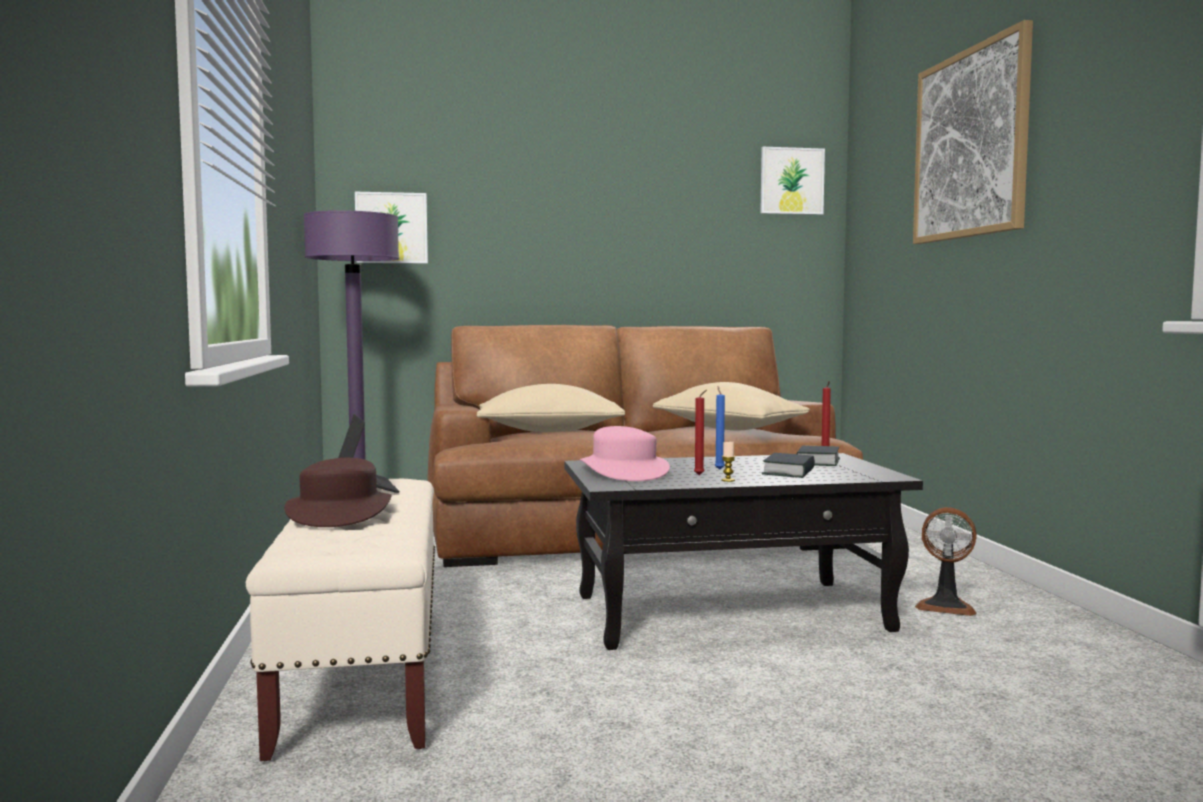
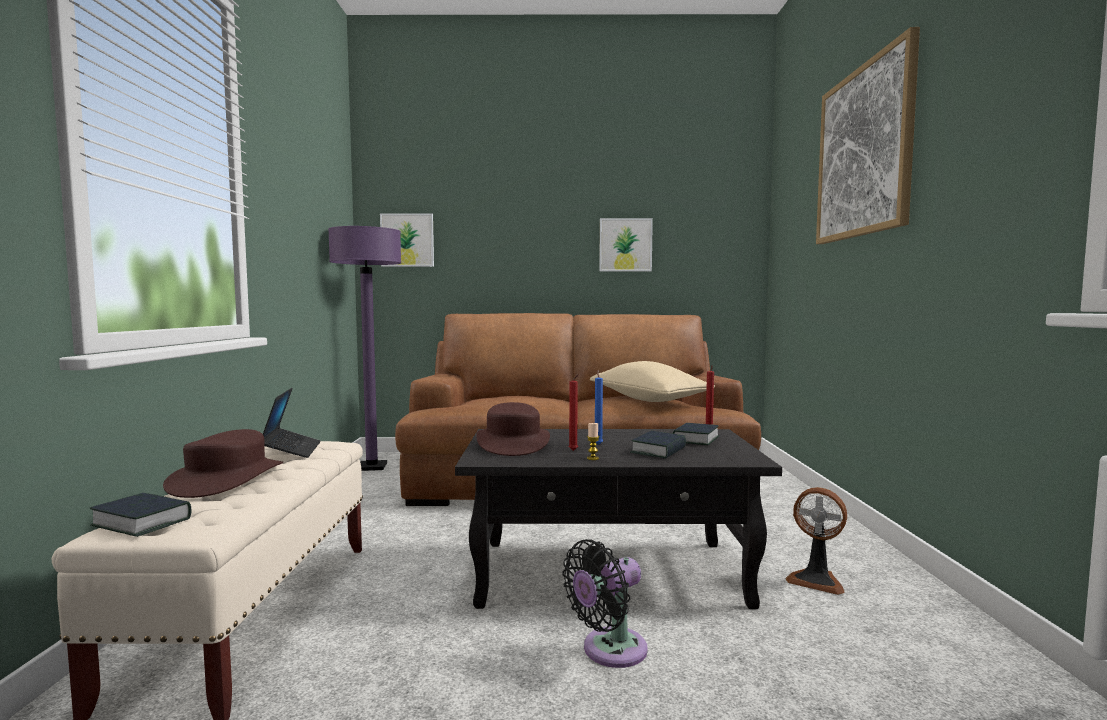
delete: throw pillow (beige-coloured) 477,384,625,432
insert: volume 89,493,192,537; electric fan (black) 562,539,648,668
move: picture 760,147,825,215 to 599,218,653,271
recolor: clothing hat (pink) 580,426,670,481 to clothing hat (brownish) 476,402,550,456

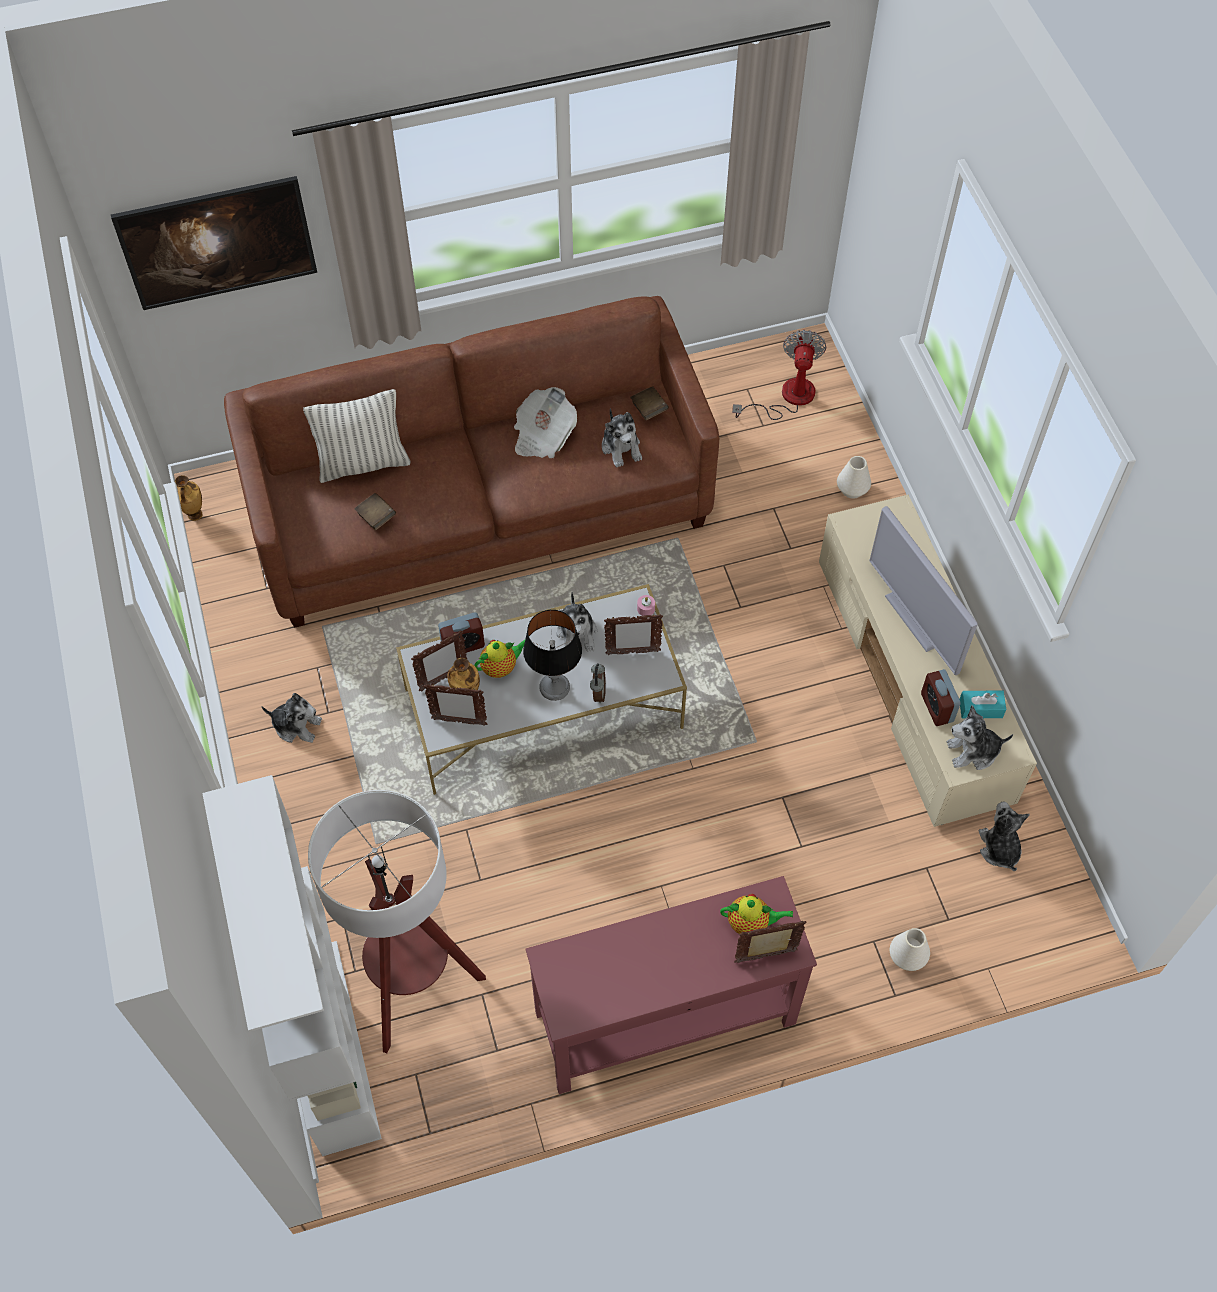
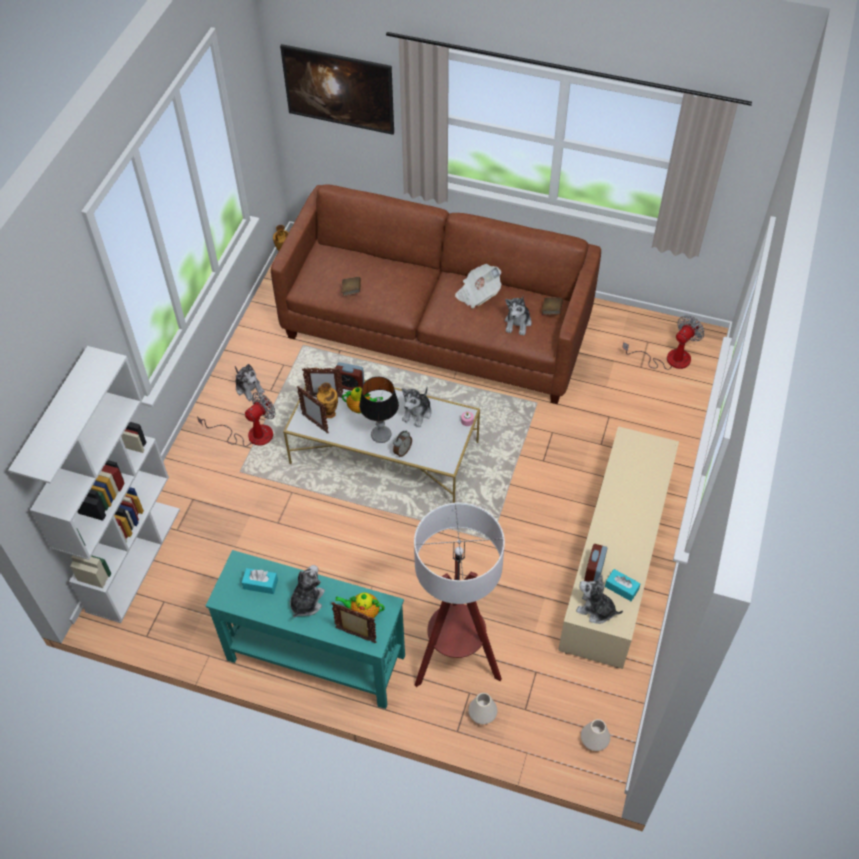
delete: throw pillow 303,389,411,483; photo frame 604,614,663,655; TV 869,506,978,675
insert: electric fan 197,392,276,447; tissue holder (blue-green) 241,568,278,594
move: soft toy 979,801,1030,871 to 290,565,325,618; floor lamp 308,790,486,1053 to 414,502,505,687; decorative vase (white) 837,456,871,499 to 581,719,610,751
recolor: console table (red-coloured) 526,876,817,1094 to console table (blue-green) 206,550,405,709
rotate: pot for tea 720,894,793,934 = 335,593,385,619 150 degrees clockwise

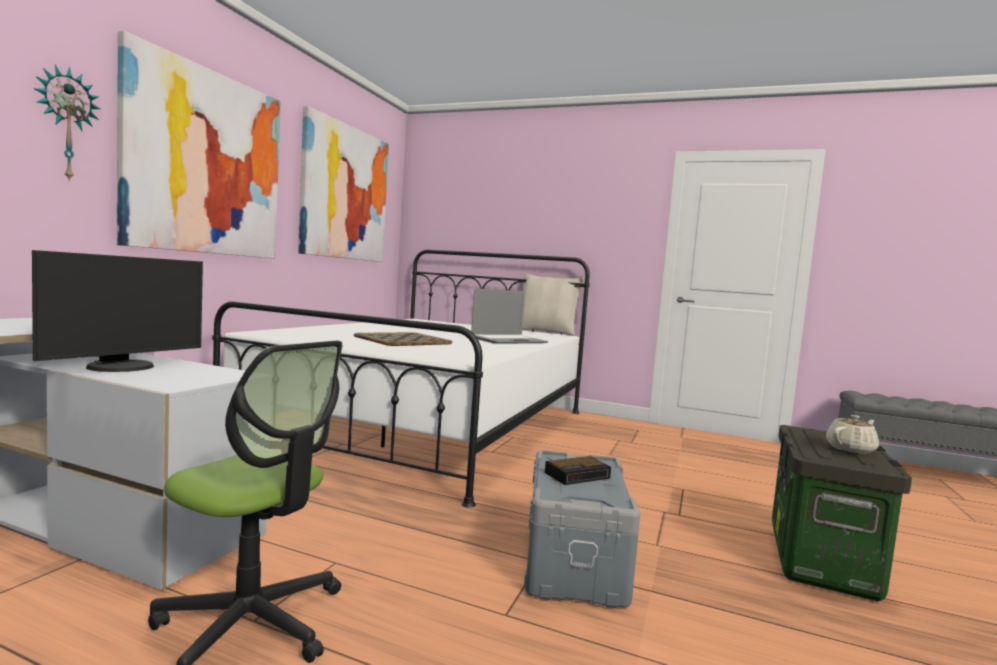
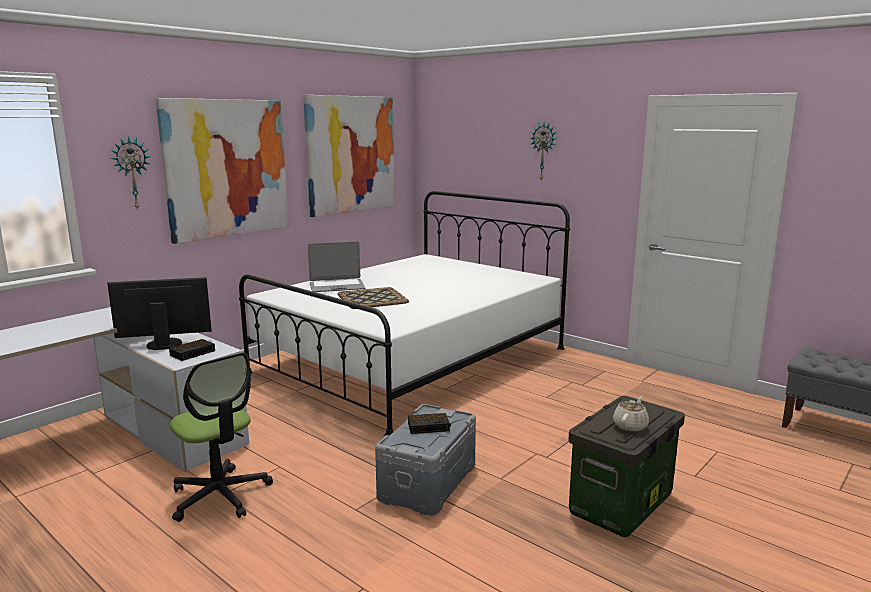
delete: throw pillow (beige-coloured) 522,273,584,336
insert: table clock 169,339,215,361; wall clock 530,123,557,181
move: notebook computer 471,288,548,343 to 308,242,365,292
rotate: computer display 32,250,203,372 = 107,277,212,350 150 degrees counterclockwise; pot for tea (beige-coloured) 826,415,879,454 = 613,396,649,432 45 degrees counterclockwise

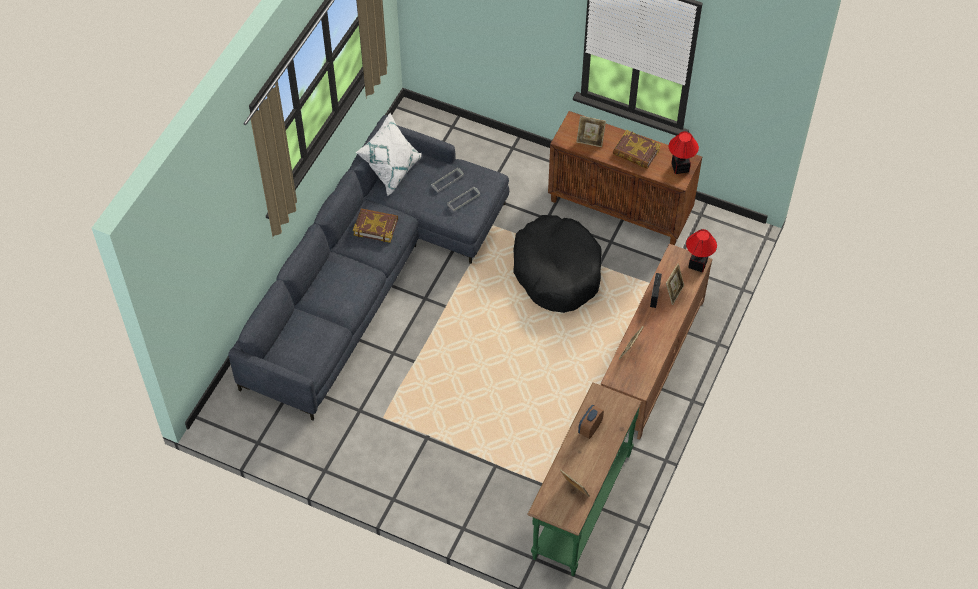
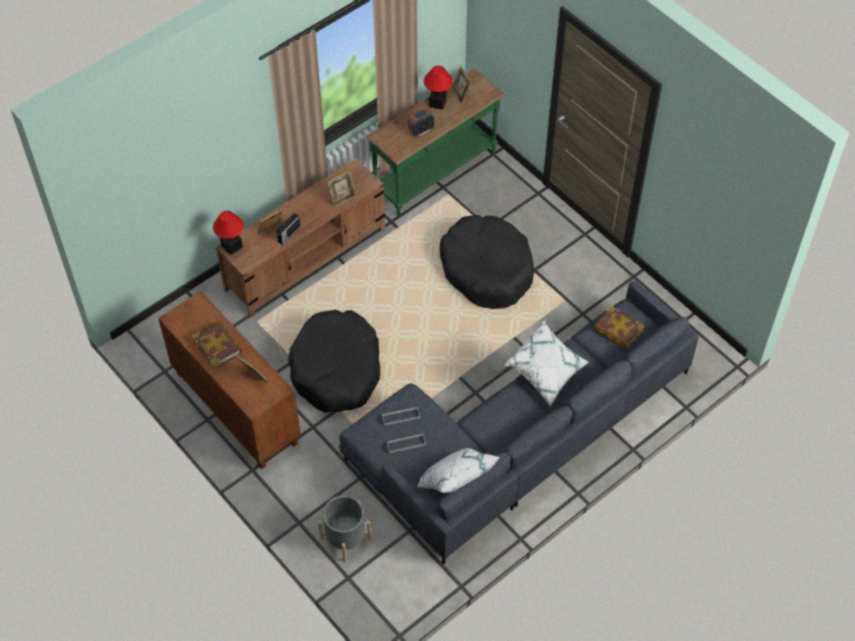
insert: flower pot (gray) 318,495,371,562; dog cushion (black) 440,215,534,309; throw pillow (white) 503,320,589,406
move: tabletop lamp 669,131,699,174 to 424,65,453,110; volume 353,208,398,243 to 593,305,644,350

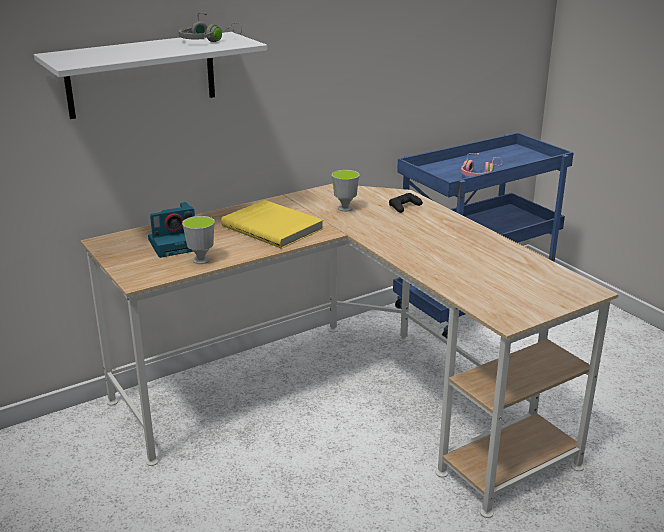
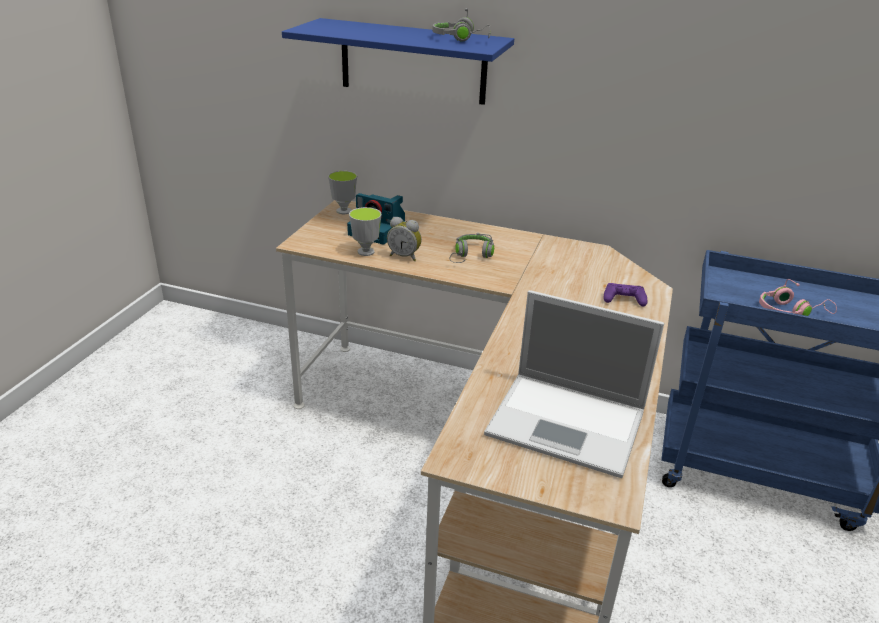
insert: table clock 387,217,422,261; notebook computer 484,290,664,478
move: drinking cup 332,170,360,212 to 328,171,357,214
replace: volume (yellow-coloured) 221,200,323,249 to headset (gray) 449,233,494,263
recolor: bracket shelf (white) 34,32,267,119 to bracket shelf (blue-coloured) 282,18,514,105; gamepad (black) 389,193,423,213 to gamepad (purple) 603,283,647,306

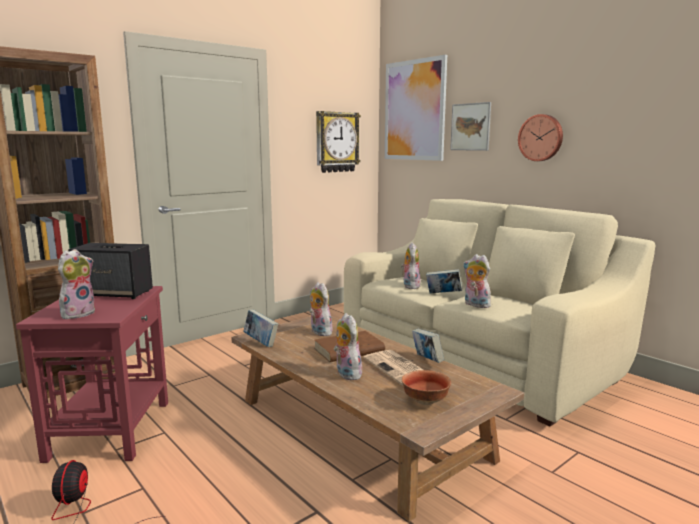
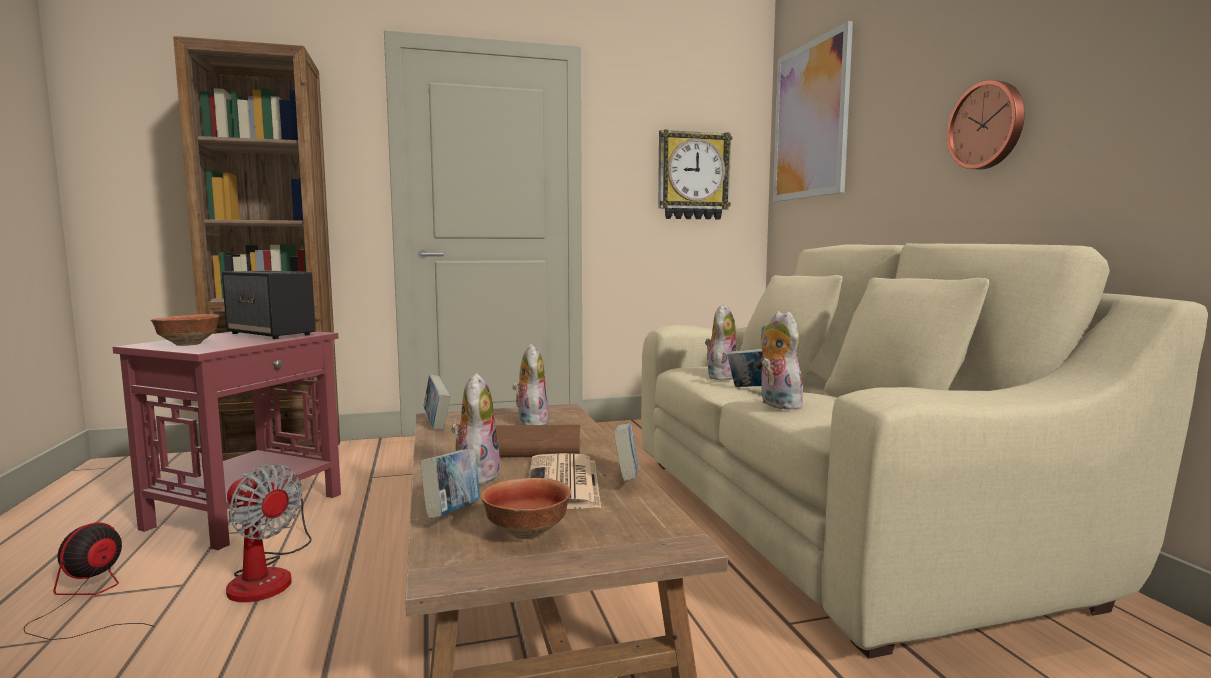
delete: picture 450,102,491,151
insert: electric fan 226,464,312,602; volume 420,449,480,519
replace: soft toy 58,249,95,319 to bowl 151,314,219,346

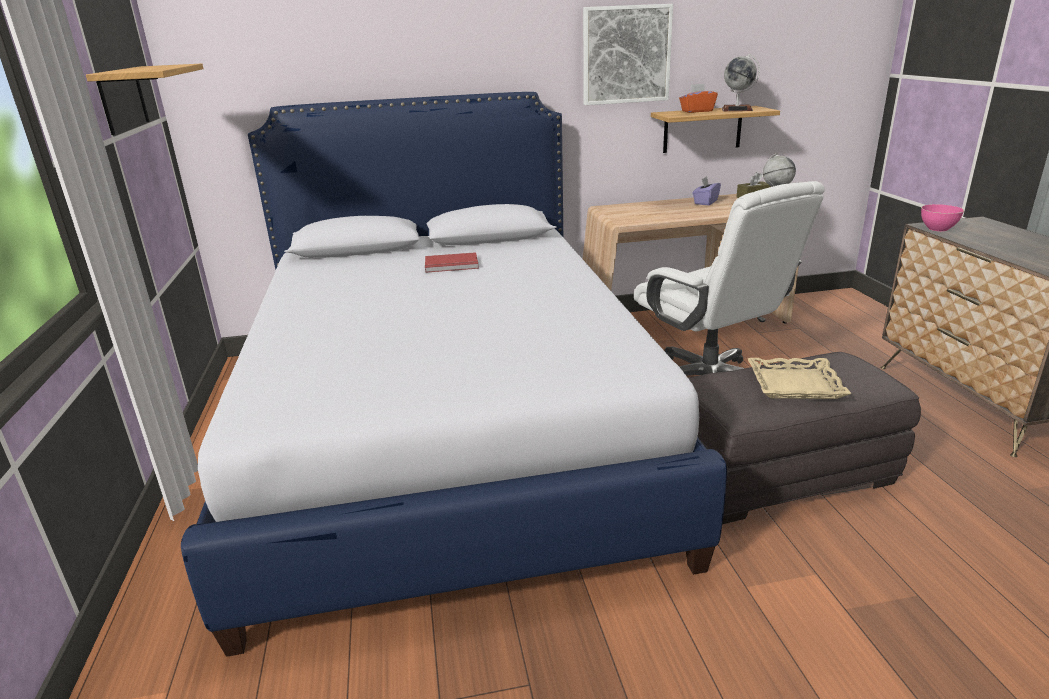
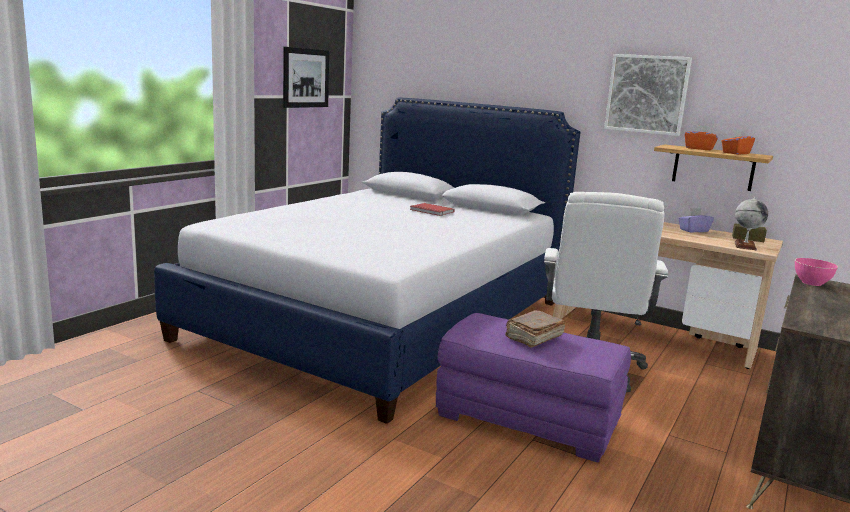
replace: bracket shelf 86,64,203,135 to picture 283,47,329,108; serving tray (beige-coloured) 748,358,851,399 to volume (brownish) 505,310,565,348; world globe 722,54,760,111 to tissue holder (orange) 721,129,755,155
recolor: ottoman (gray) 688,352,921,524 to ottoman (purple) 435,313,631,463

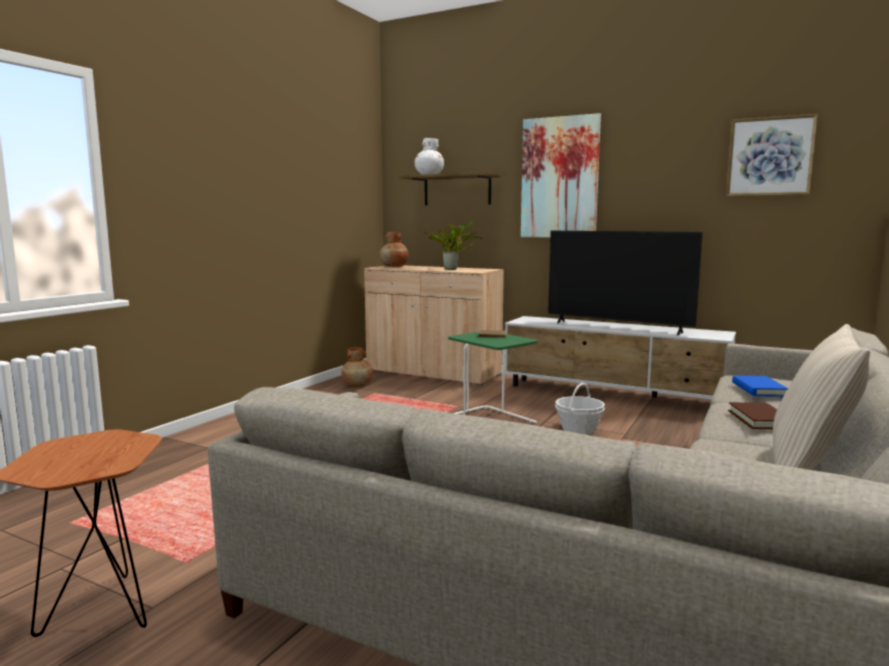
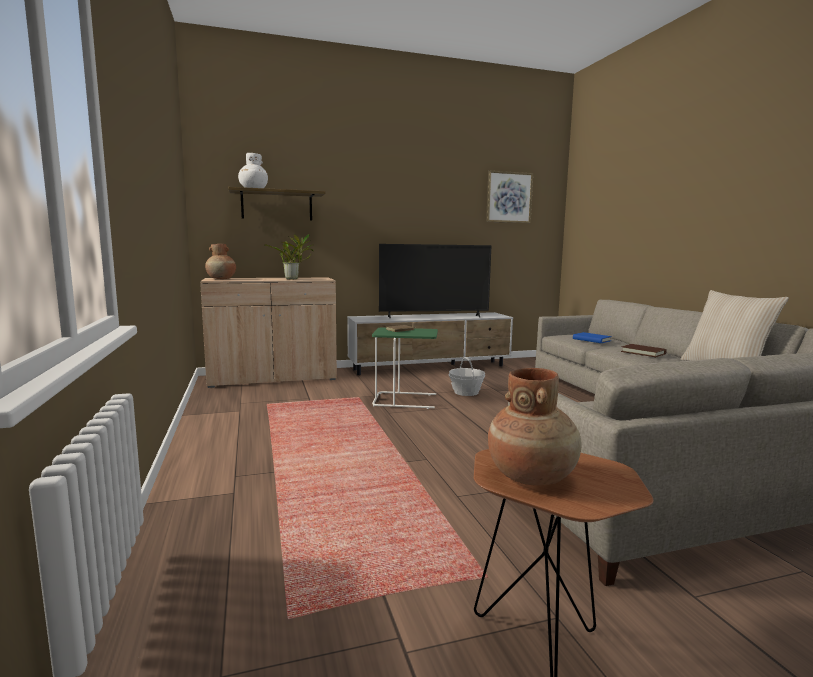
delete: picture 521,113,601,237
move: decorative vase (brownish) 341,347,373,386 to 488,368,582,486

